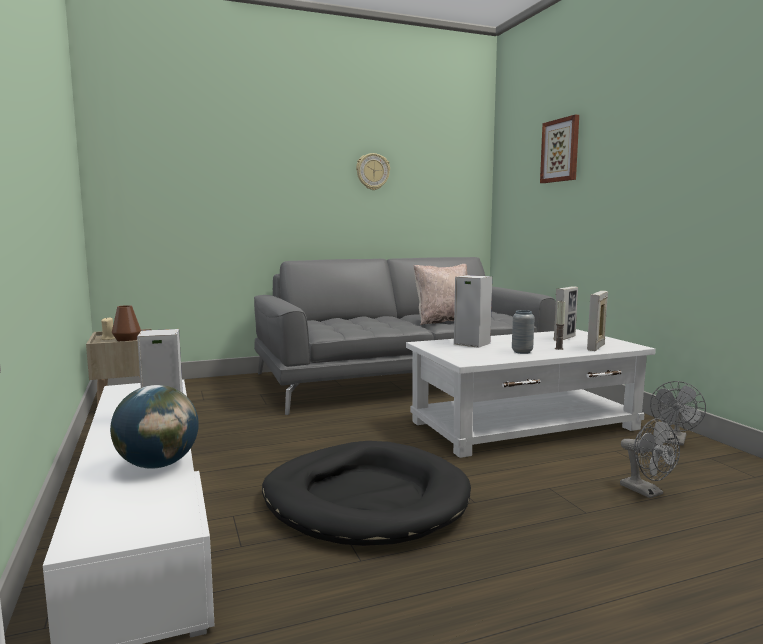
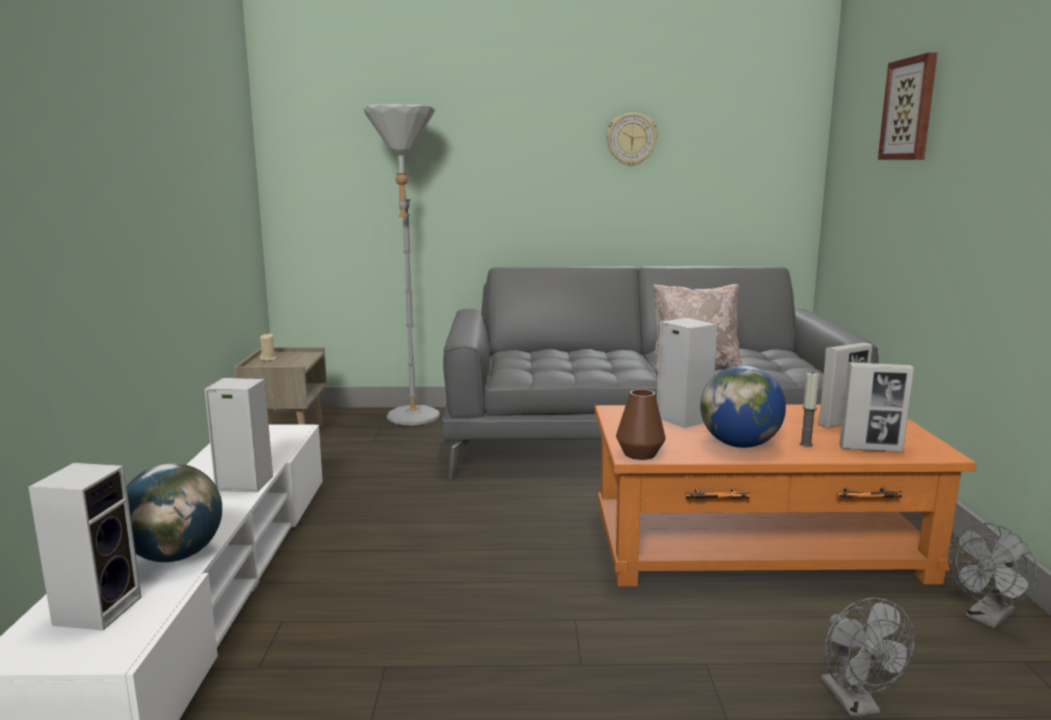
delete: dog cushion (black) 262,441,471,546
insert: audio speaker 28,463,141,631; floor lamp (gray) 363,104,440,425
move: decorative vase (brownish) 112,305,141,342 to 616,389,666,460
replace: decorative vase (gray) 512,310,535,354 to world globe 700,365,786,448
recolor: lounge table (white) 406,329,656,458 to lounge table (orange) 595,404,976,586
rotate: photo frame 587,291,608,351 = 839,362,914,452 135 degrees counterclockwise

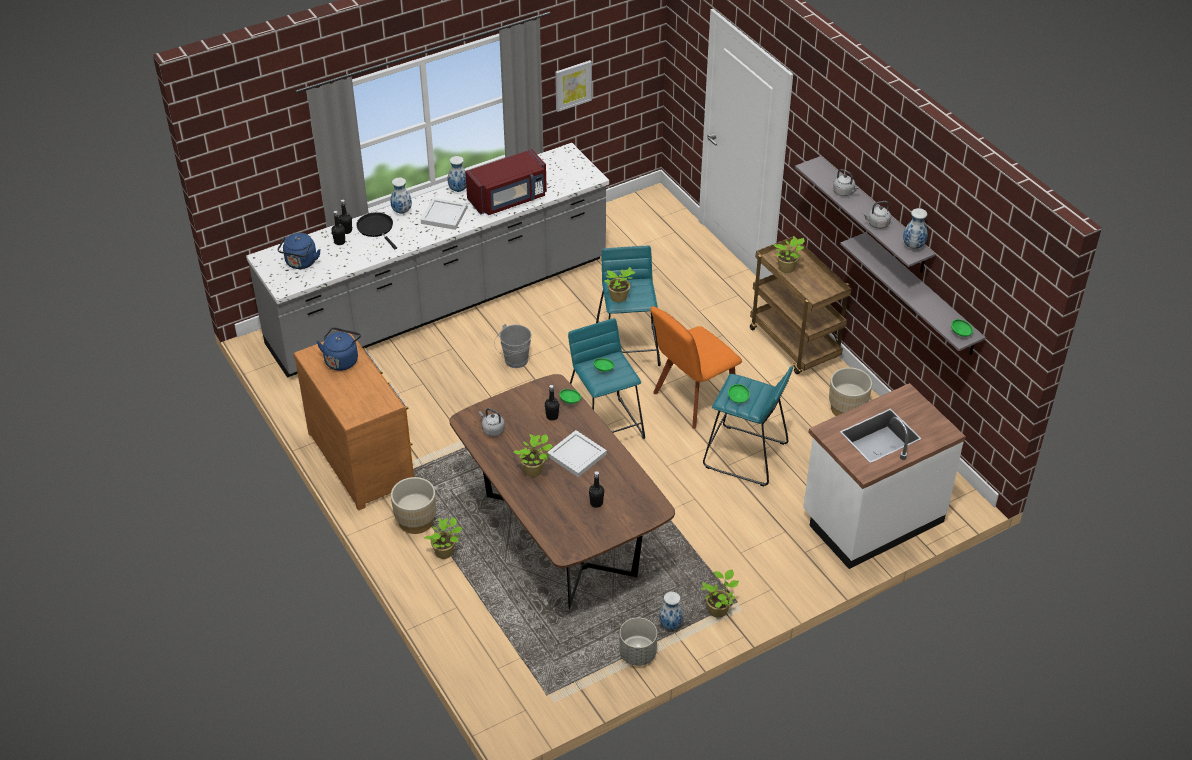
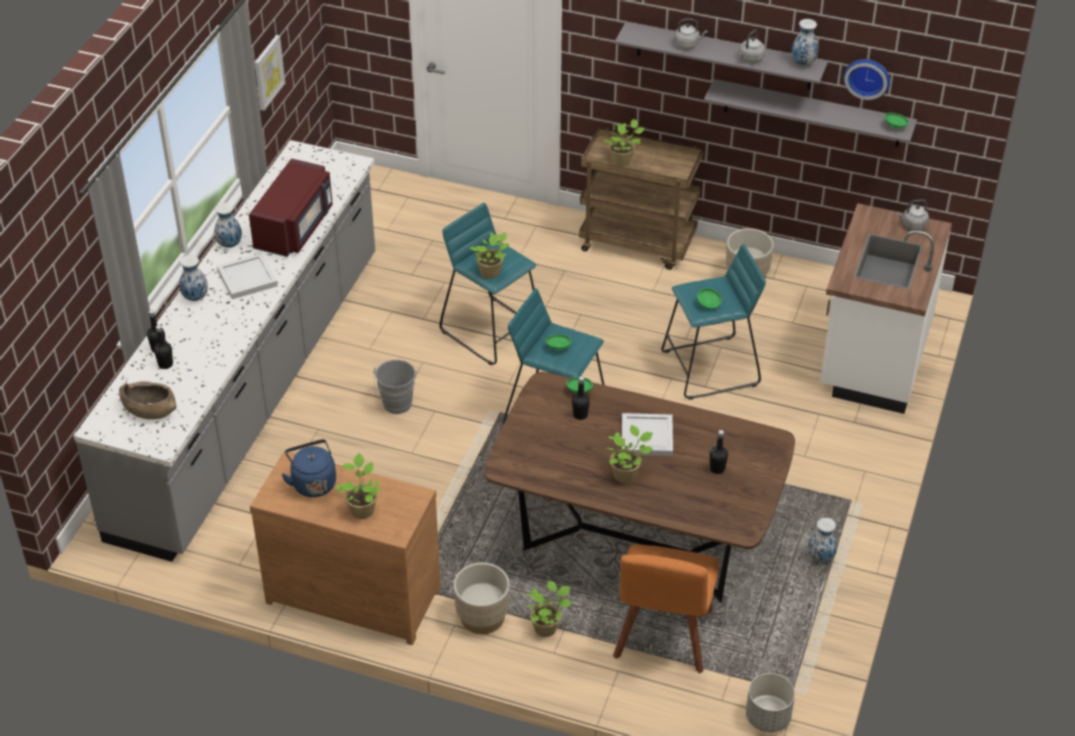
delete: pan (black) 356,212,397,250
insert: wall clock 843,59,890,100
move: potted plant 701,569,739,618 to 335,453,382,519; plain chair (orange) 650,306,742,429 to 613,544,719,673; flower pot (gray) 619,618,657,666 to 746,673,795,732; kettle (gray) 479,408,505,436 to 897,200,929,230
replace: kettle (blue-coloured) 278,233,321,269 to bowl (brownish) 119,381,176,420

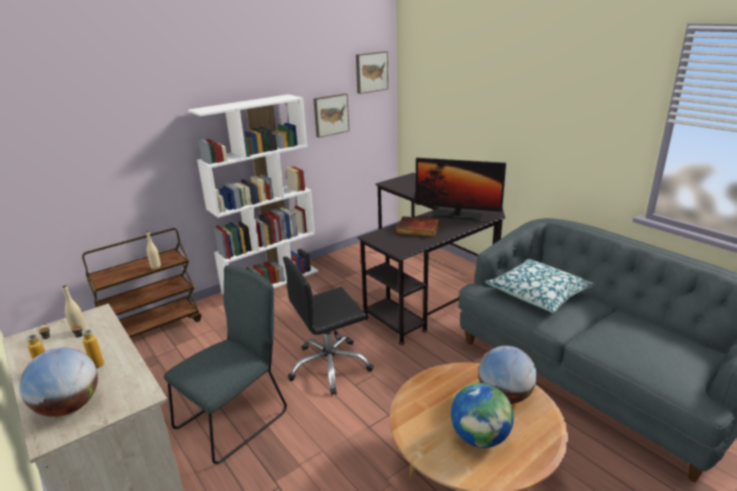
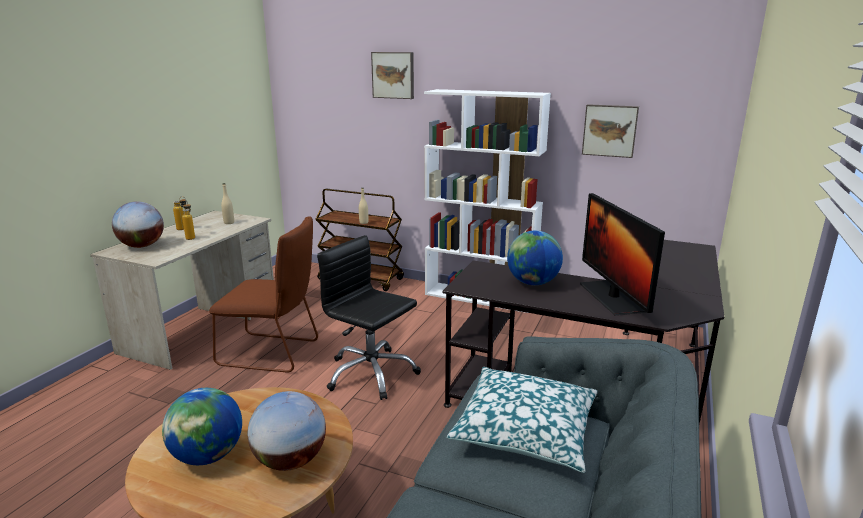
move: picture 356,51,388,94 to 371,52,414,99
replace: volume 396,216,440,238 to world globe 507,230,563,285
recolor: plain chair (gray) 164,265,287,464 to plain chair (brownish) 209,216,318,373

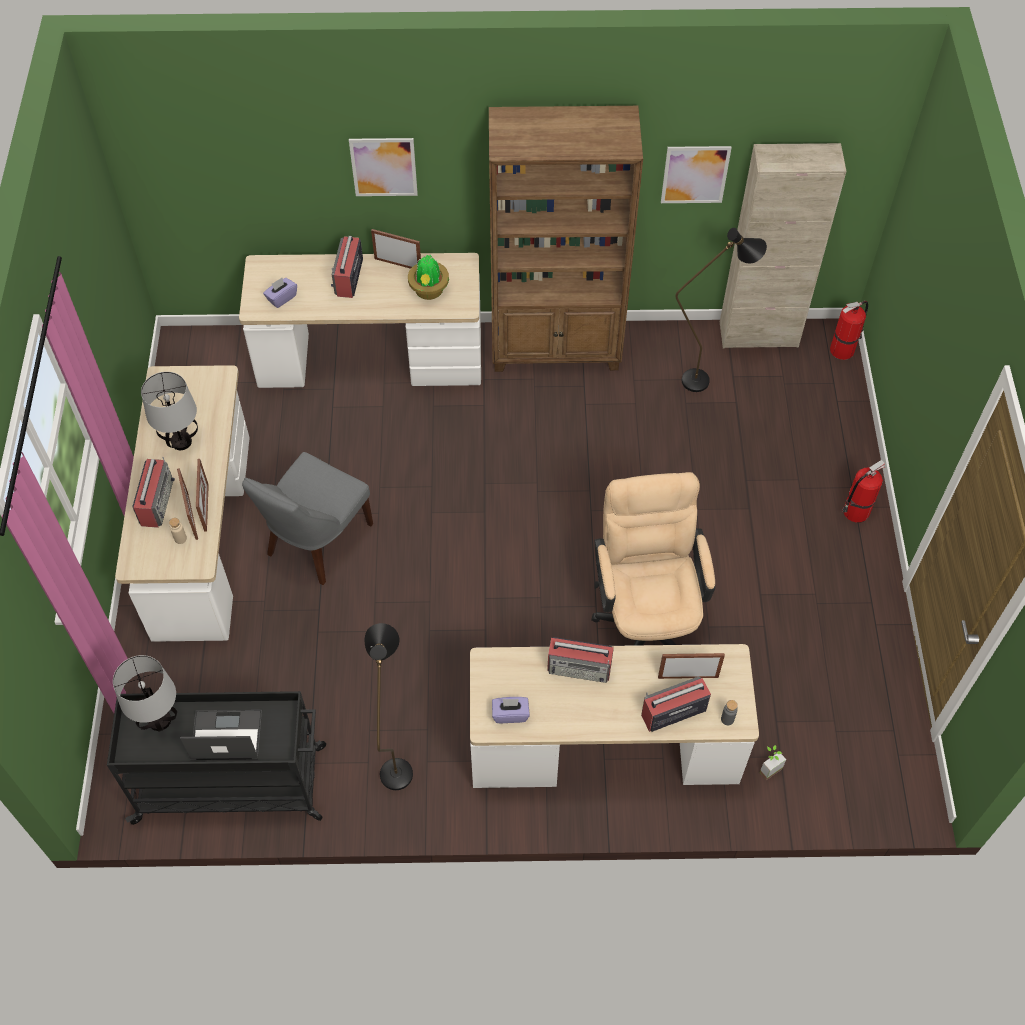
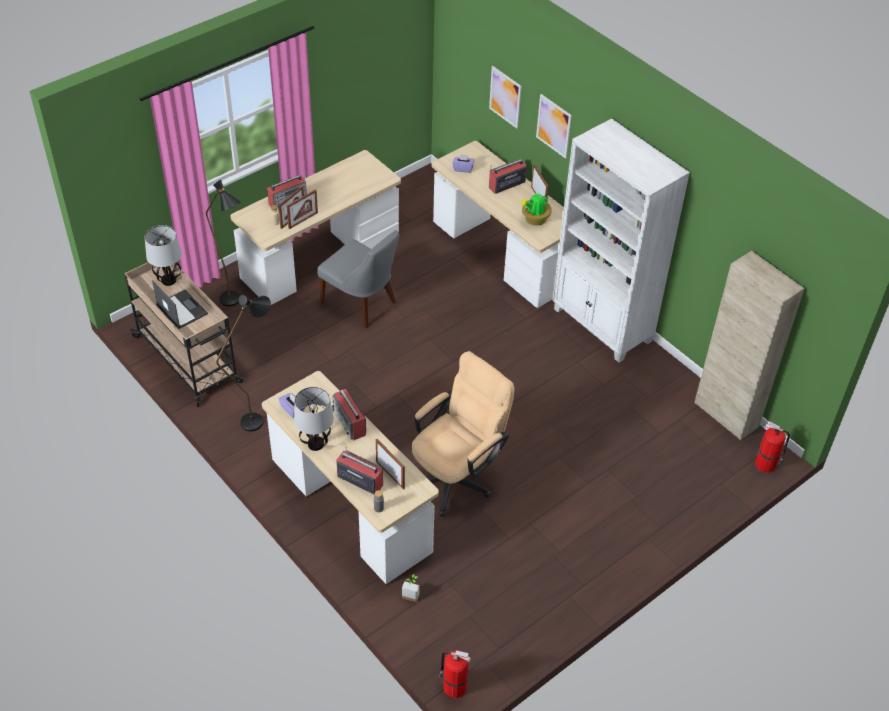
move: floor lamp (black) 675,228,767,392 to 206,180,240,307; tabletop lamp 141,372,198,450 to 294,387,334,451; fire-fighting cylinder 842,460,885,523 to 439,650,471,698; picture 661,146,732,203 to 489,66,522,129
recolor: cart (black) 107,691,326,825 to cart (beige-coloured) 124,262,244,407; bookshelf (brownish) 489,106,643,372 to bookshelf (white) 553,118,690,363
rotate: plain chair (gray) 242,452,373,585 = 318,230,399,328 135 degrees counterclockwise

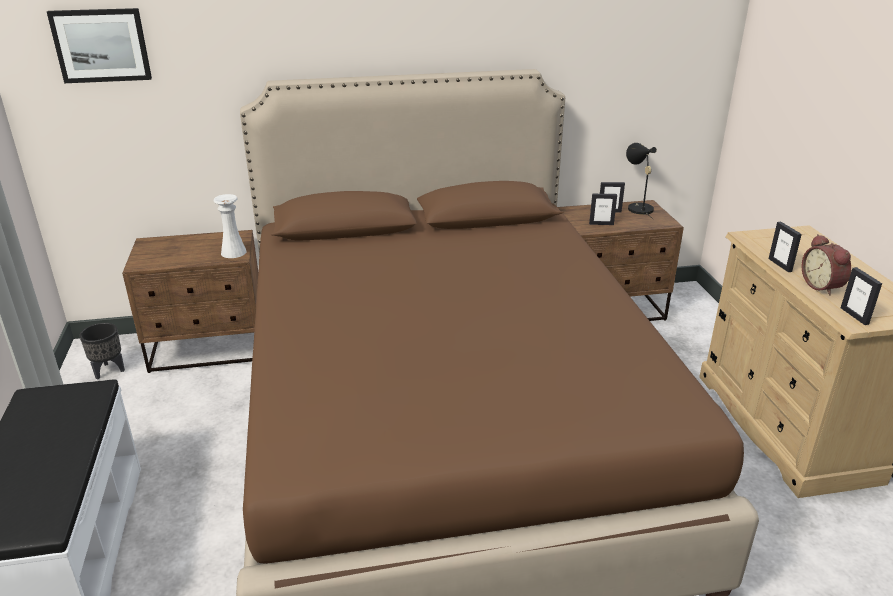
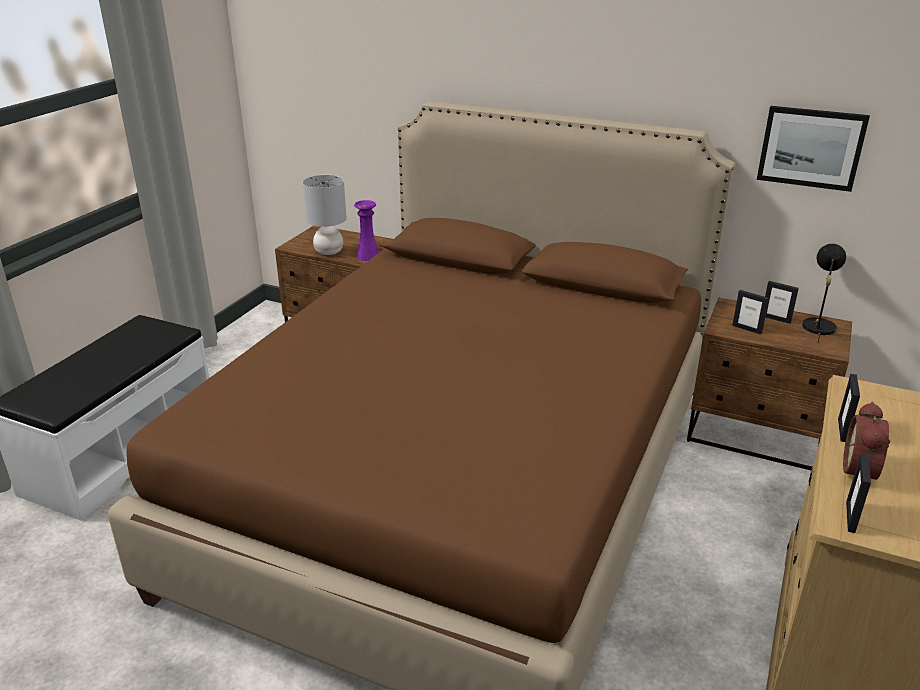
delete: flower pot (black) 79,323,125,379
insert: tabletop lamp (gray) 302,175,347,255
move: picture 47,8,152,83 to 757,106,870,192
recolor: decorative vase (white) 214,194,247,258 to decorative vase (purple) 354,200,379,261

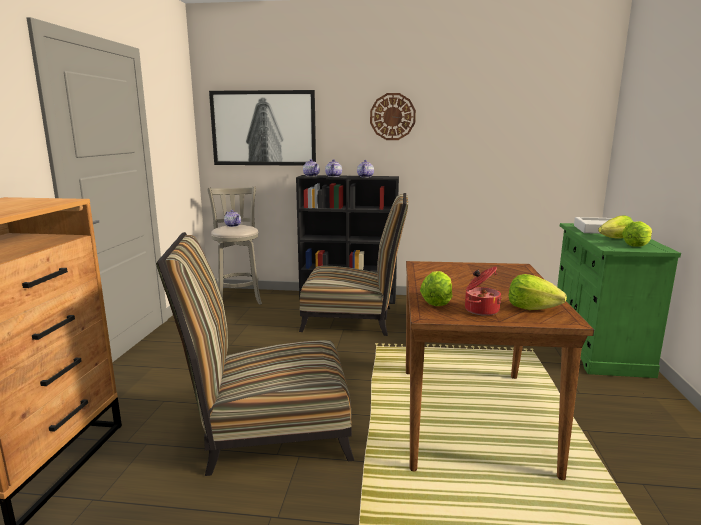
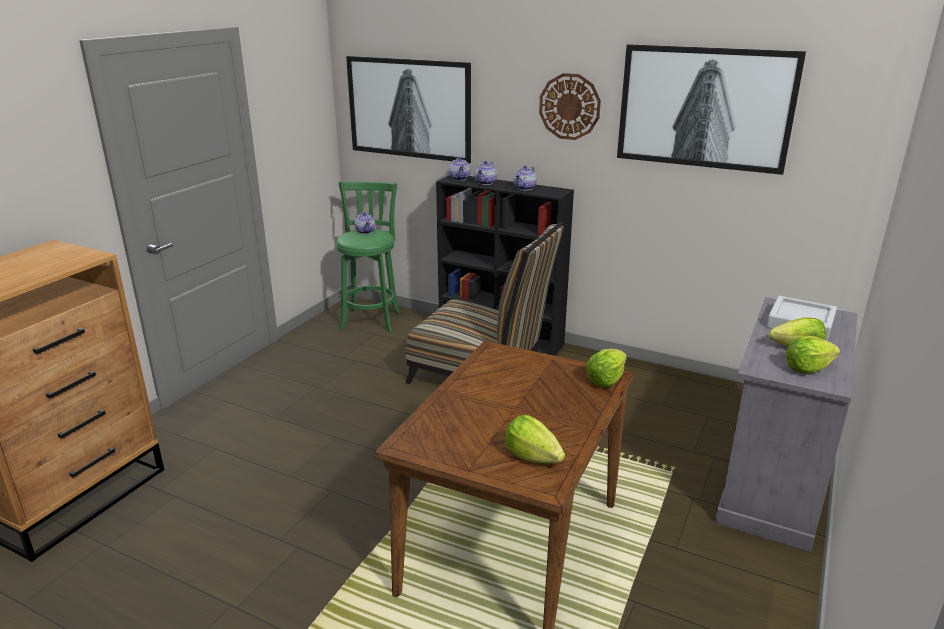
delete: plain chair 156,232,354,476; cooking pot 465,266,501,316
insert: picture 617,44,806,175
move: lettuce 420,271,452,306 to 586,349,627,387
recolor: stool seat (gray) 207,186,262,305 to stool seat (green-coloured) 336,181,400,333; cabinet (green-coloured) 557,223,681,378 to cabinet (gray) 715,297,857,552

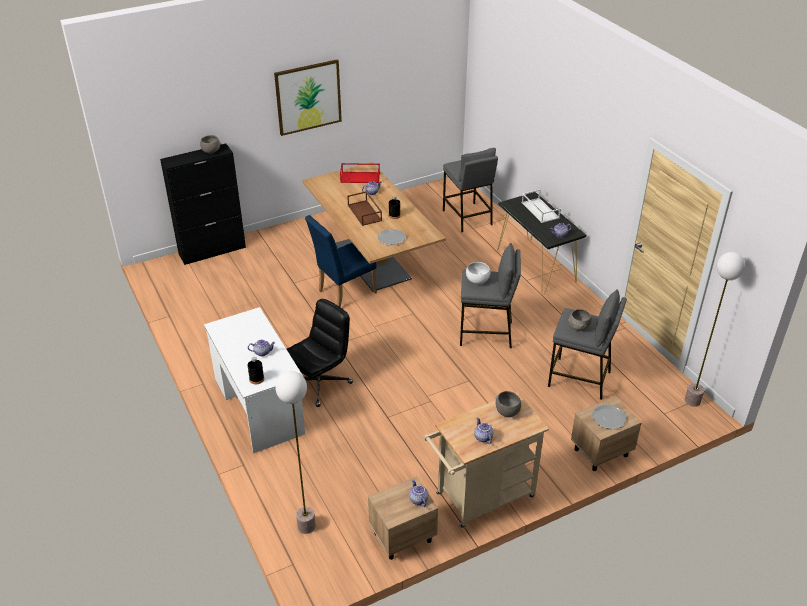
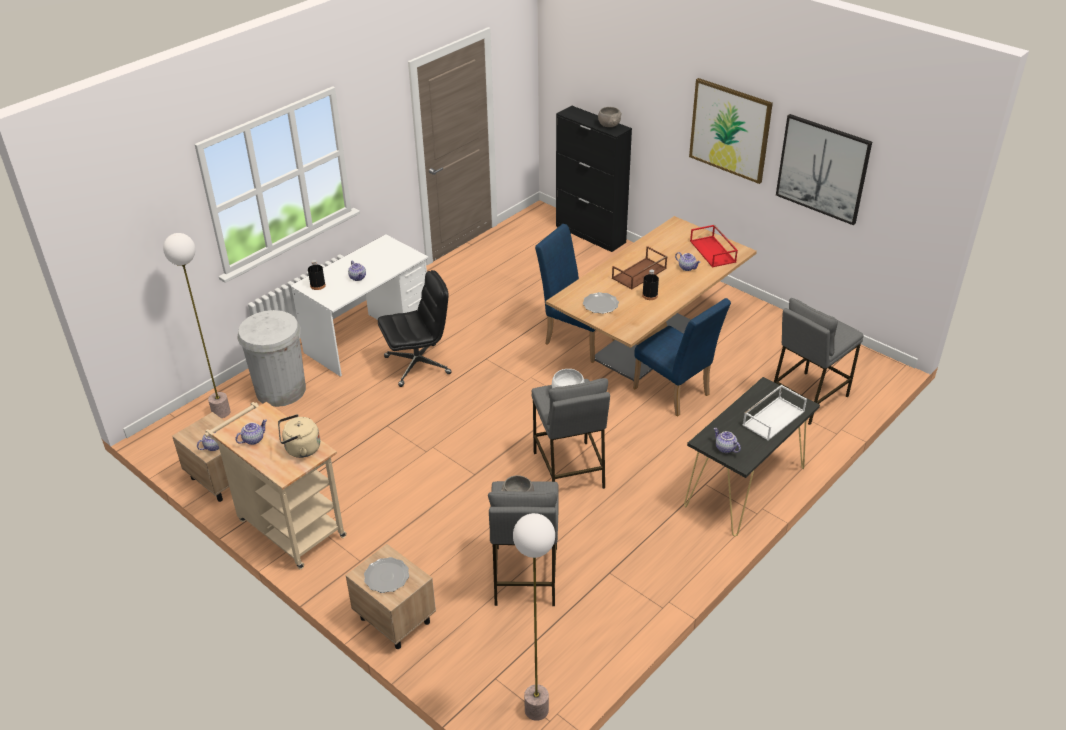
insert: trash can (white) 237,310,306,407; plain chair (blue-coloured) 633,298,731,417; picture 776,114,872,225
replace: bowl (gray) 495,391,521,417 to kettle (beige-coloured) 278,414,320,458
rotate: computer chair (black) 287,299,353,407 = 378,270,452,387 45 degrees counterclockwise

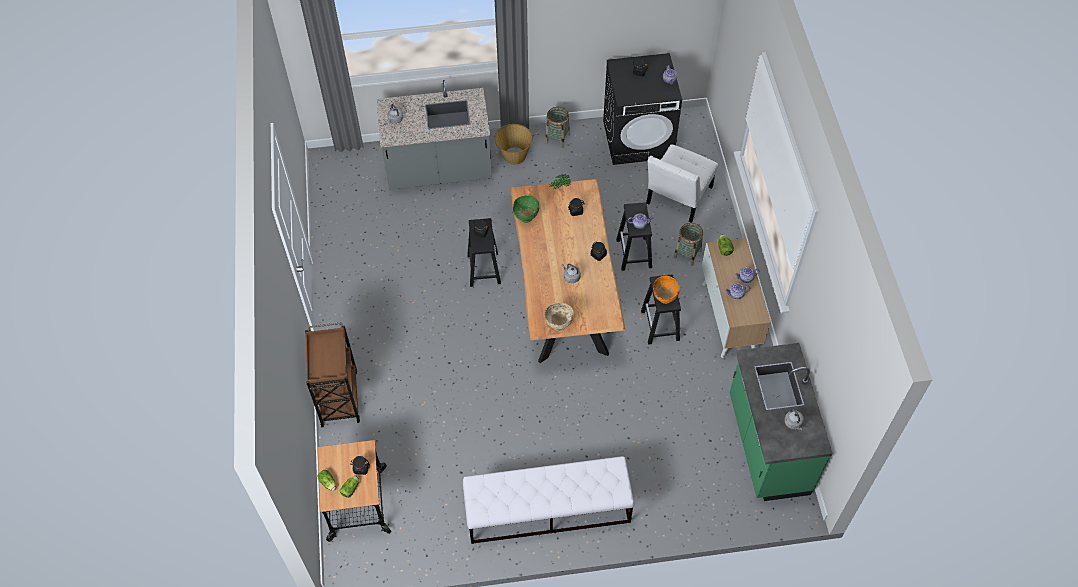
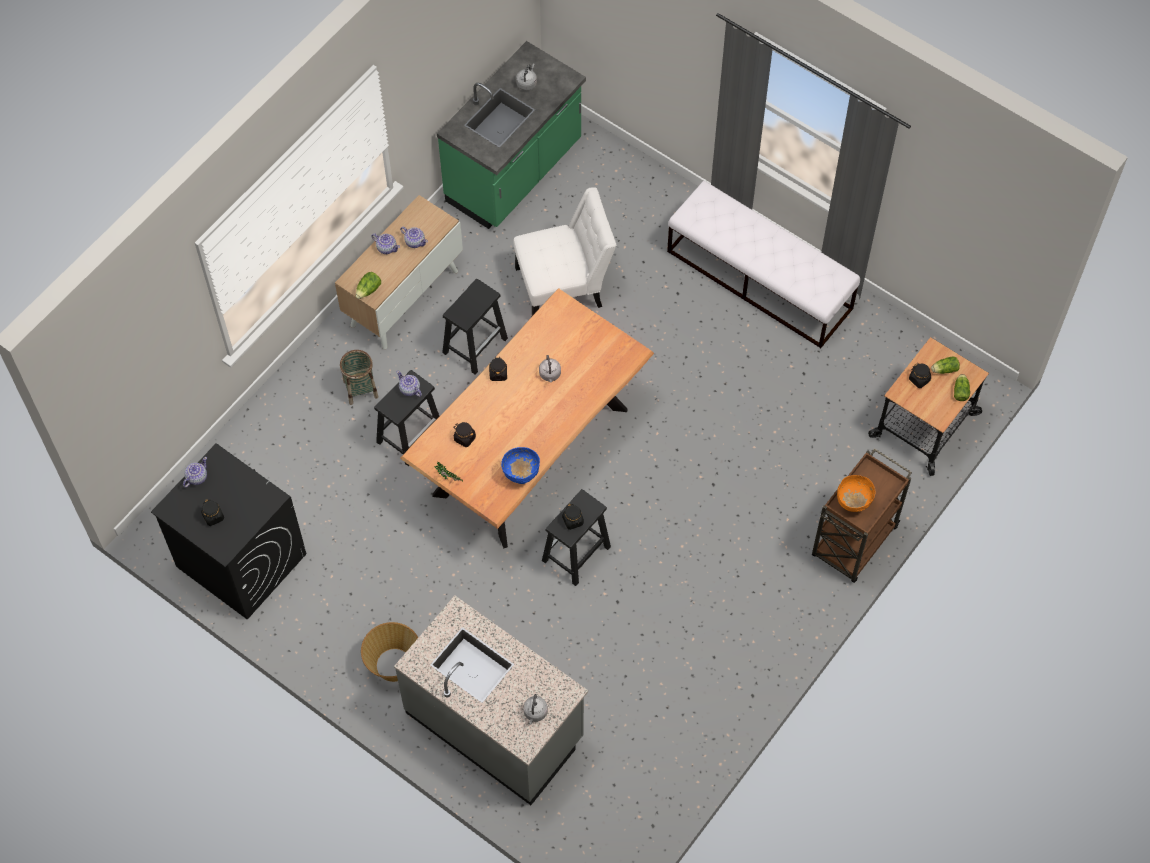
delete: bowl (beige-coloured) 544,303,574,331; storage basket 545,107,570,148
move: plain chair (white) 646,145,718,223 to 513,187,616,316; bowl (orange) 653,276,680,304 to 837,475,875,512
recolor: bowl (green-coloured) 513,196,539,223 to bowl (blue-coloured) 501,447,540,484

